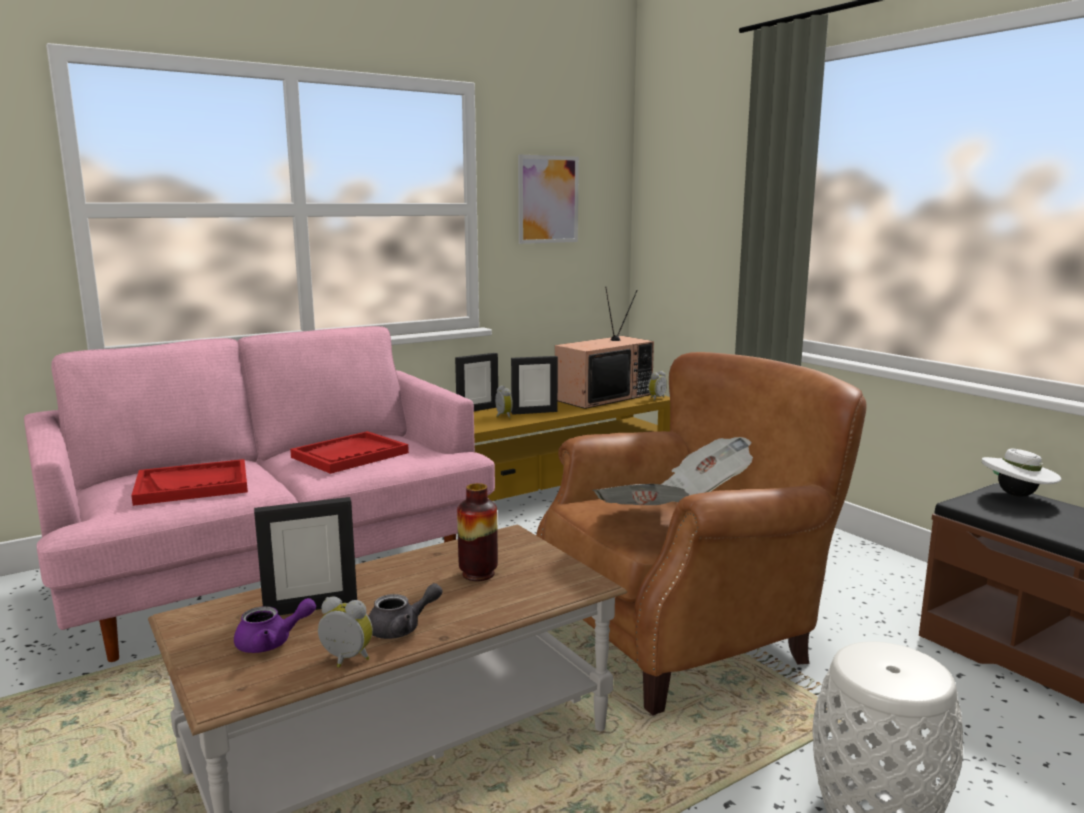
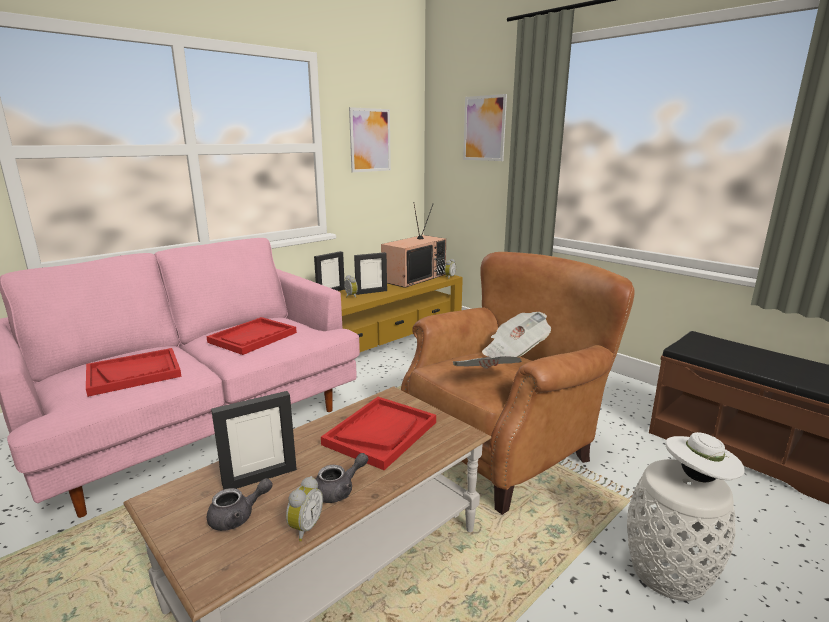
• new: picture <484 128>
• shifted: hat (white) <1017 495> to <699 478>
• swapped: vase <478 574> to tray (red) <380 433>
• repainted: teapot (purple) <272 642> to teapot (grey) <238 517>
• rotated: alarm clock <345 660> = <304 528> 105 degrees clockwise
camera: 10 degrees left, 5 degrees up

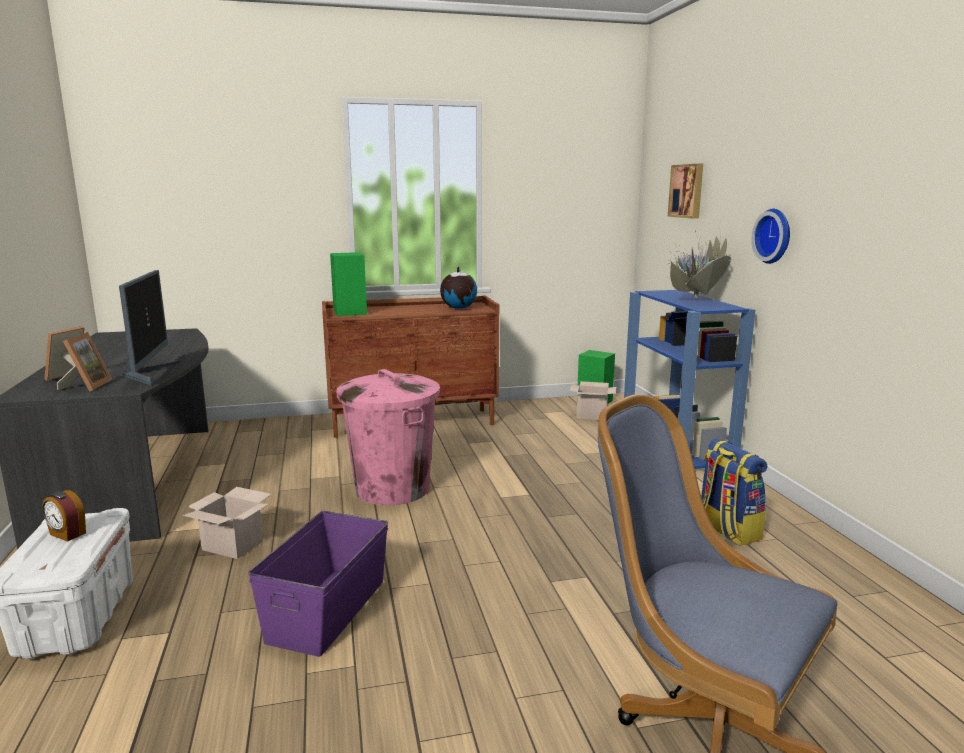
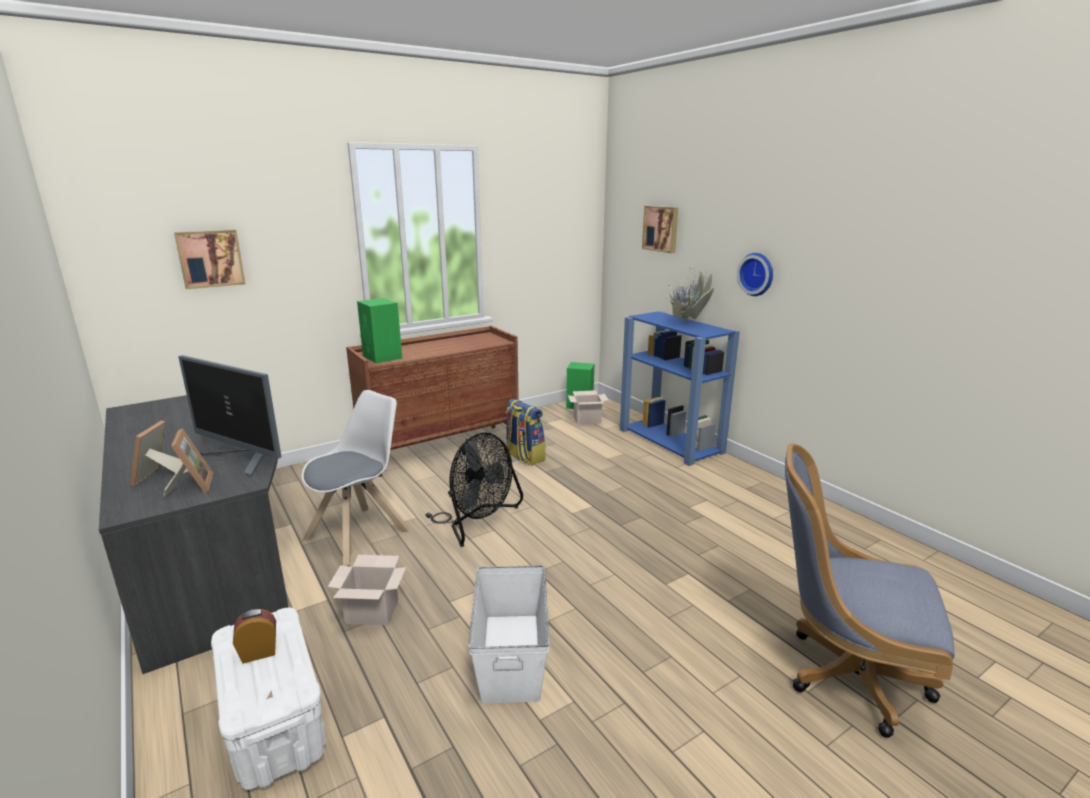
• gone: globe <458 308>
• new: picture <210 258>
• new: chair <360 533>
• shifted: backpack <726 530> to <523 457>
• swapped: trash can (pink) <392 488> to fan (black) <475 521>
• repainted: storage box (purple) <328 610> to storage box (white) <512 655>
• rotated: alarm clock <67 534> = <259 652> 150 degrees clockwise
• rotated: monitor <148 374> = <243 459> 150 degrees clockwise
camera: 20 degrees left, 5 degrees up

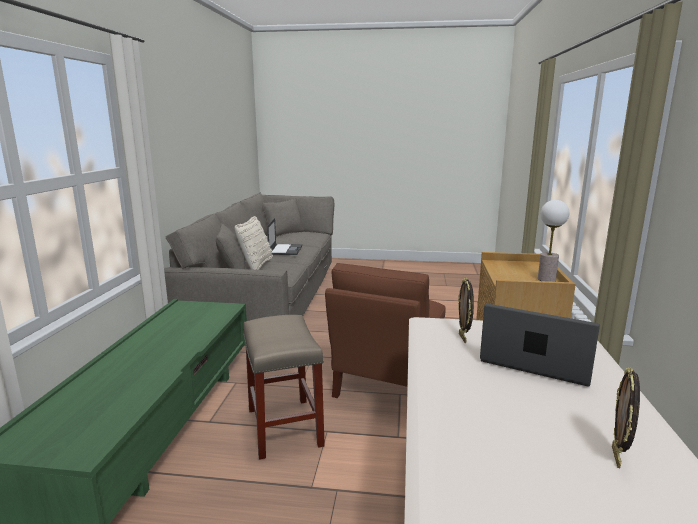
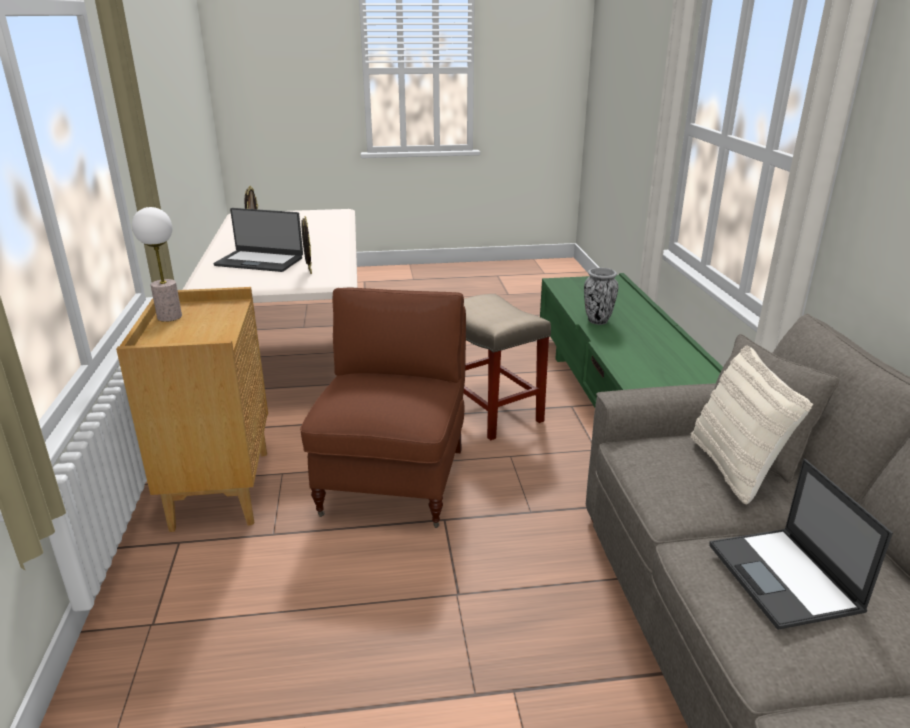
• new: vase <597 321>
camera: 165 degrees right, 10 degrees up

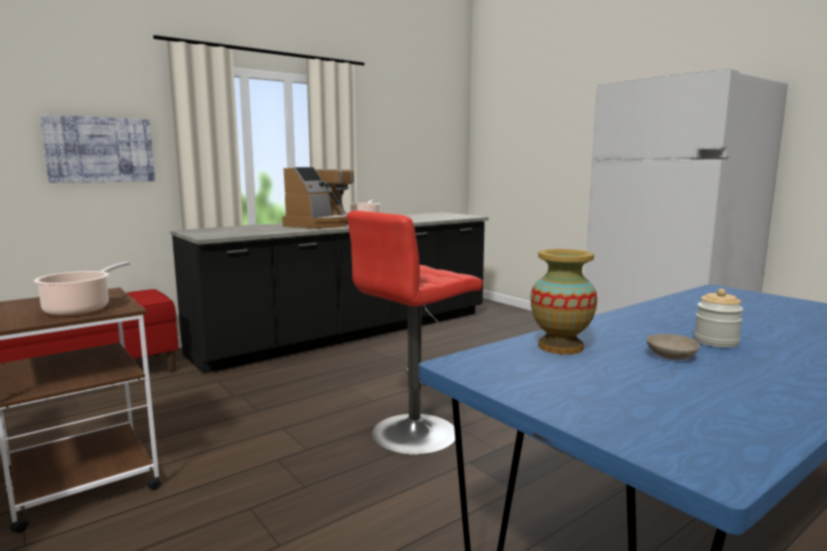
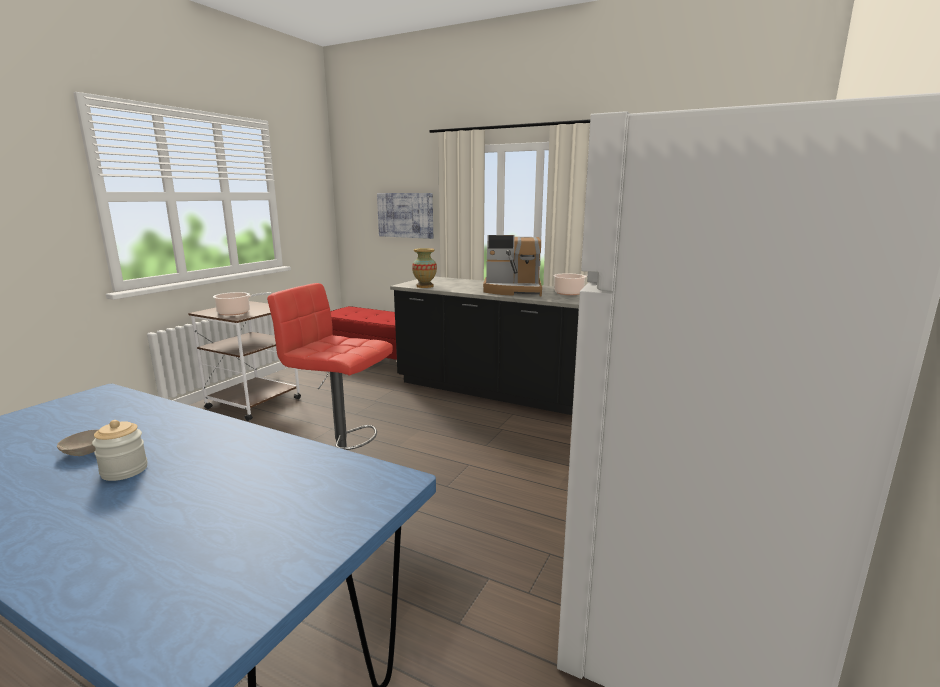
• shifted: vase <560 347> to <425 286>
camera: 65 degrees right, 5 degrees up

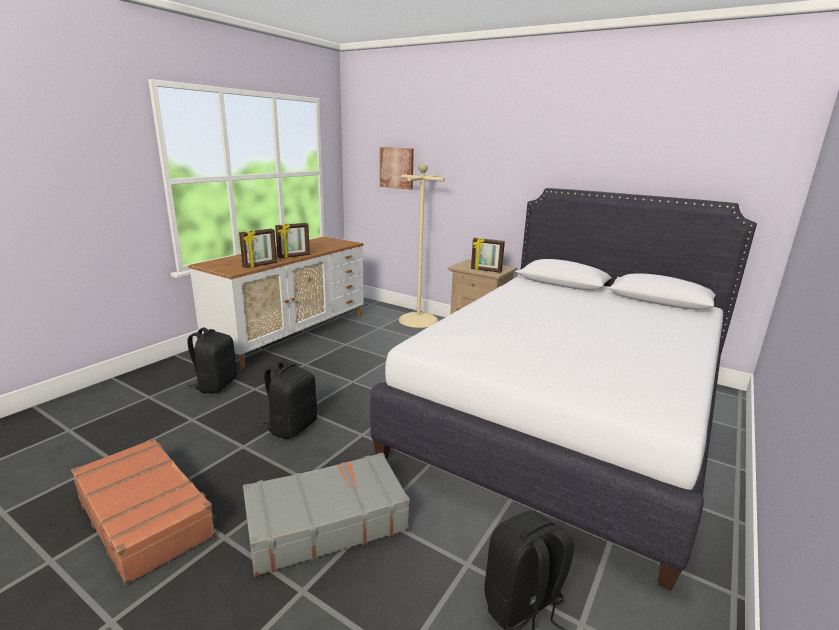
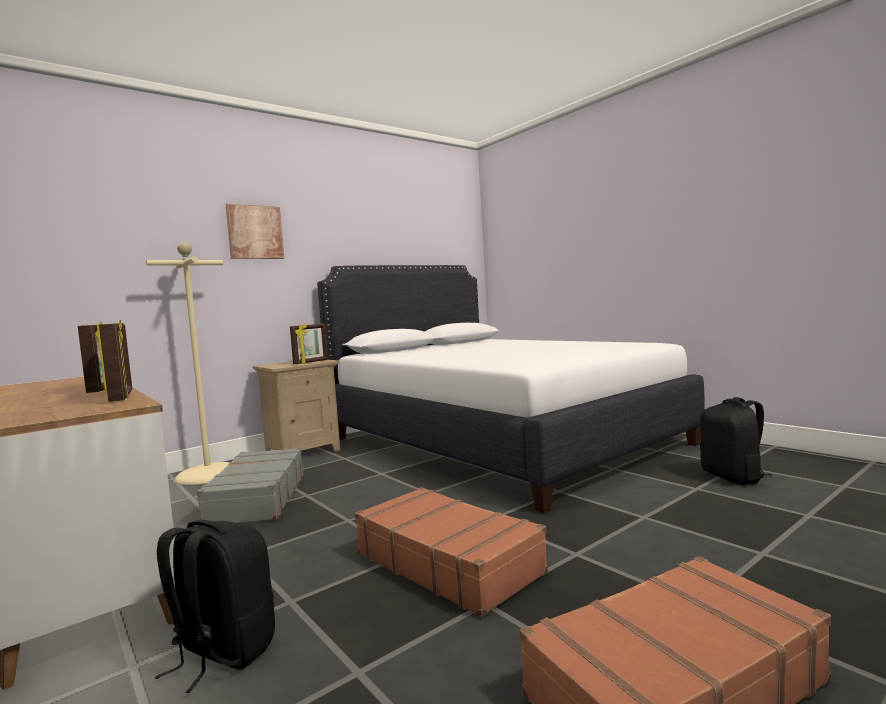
• shifted: suitcase (grey) <325 522> to <257 499>
• shifted: picture <397 168> to <255 232>
• swapped: backpack (black) <292 427> to suitcase (brown) <448 563>
camera: 70 degrees left, 15 degrees down

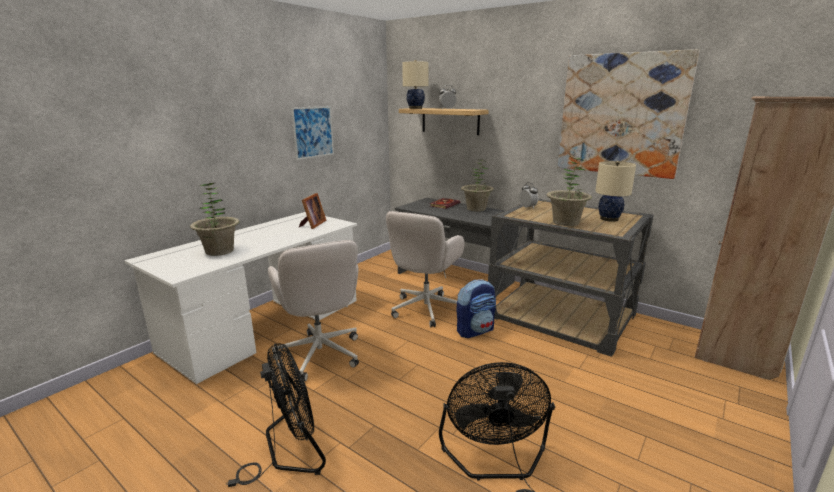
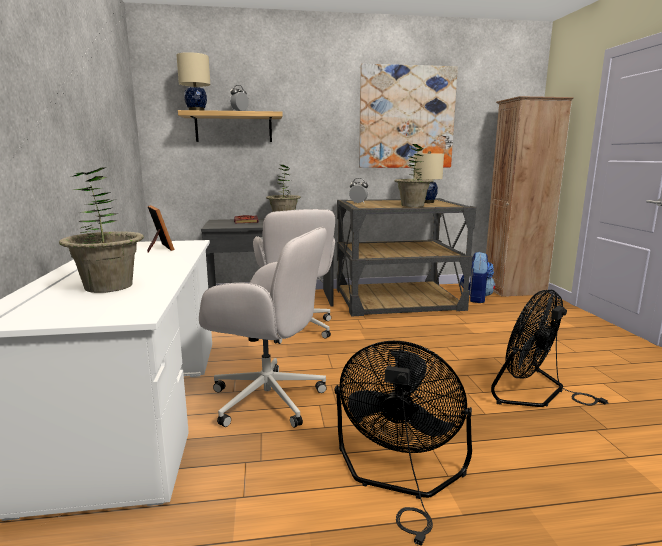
• gone: picture <313 132>
• shifted: backpack <475 330> to <476 298>
camera: 45 degrees left, 5 degrees down

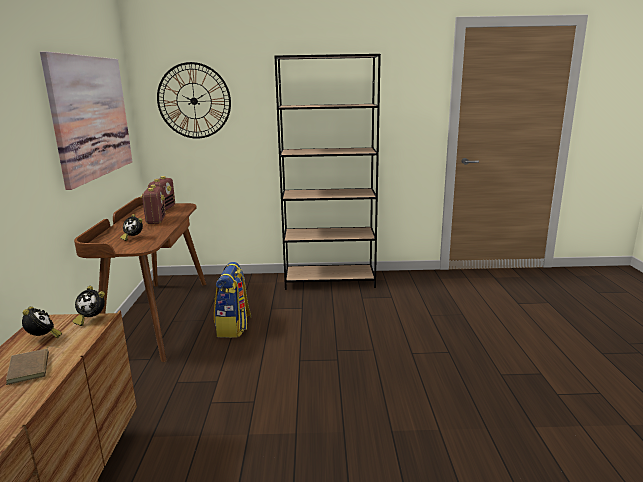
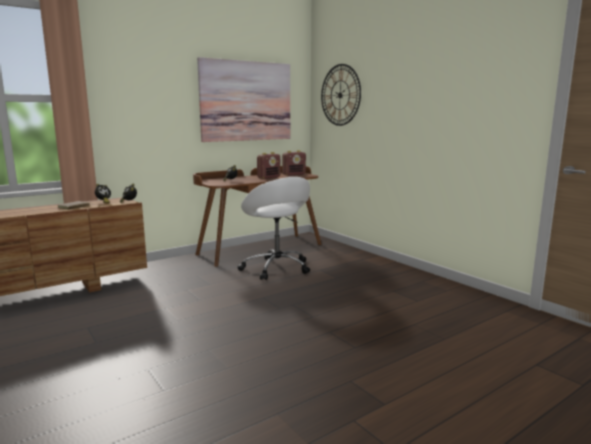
• gone: bookcase (beige) <330 280>
• swapped: backpack <234 327> to office chair (white) <277 268>
camera: 55 degrees right, 5 degrees down

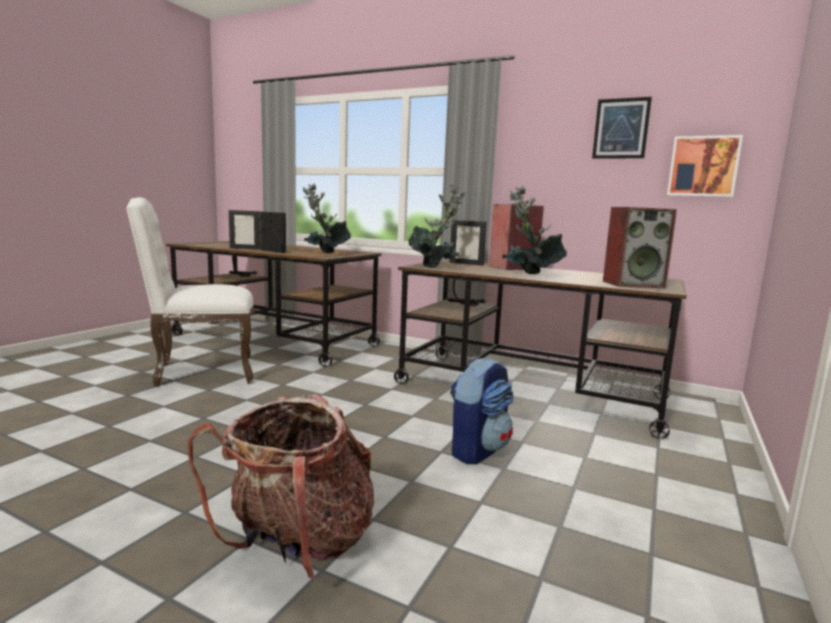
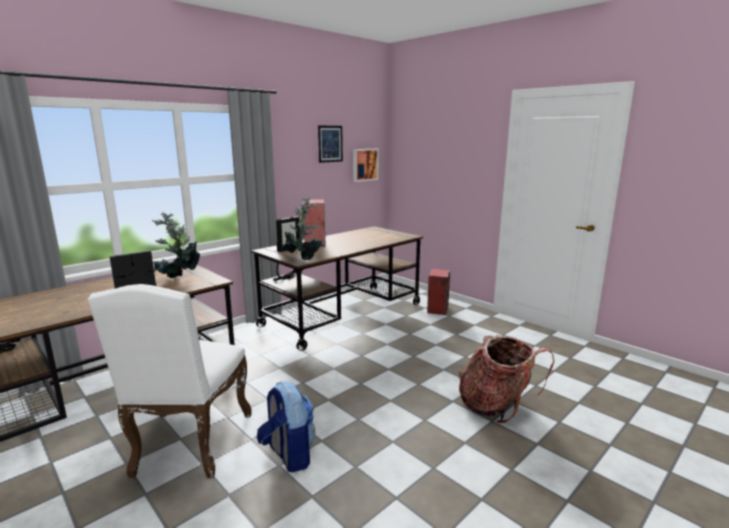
• gone: picture frame <245 248>
• gone: potted plant <529 275>
• shifted: backpack <478 450> to <288 455>
• shifted: speaker <633 284> to <437 309>
camera: 70 degrees left, 5 degrees up

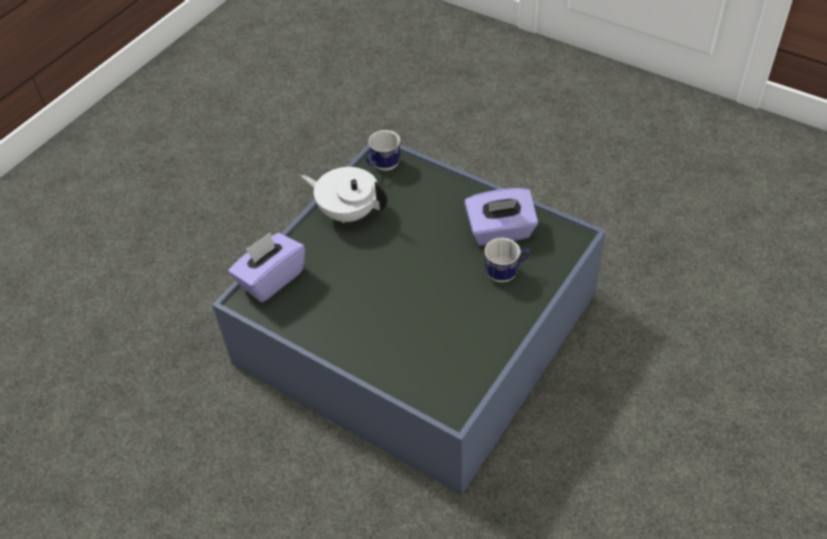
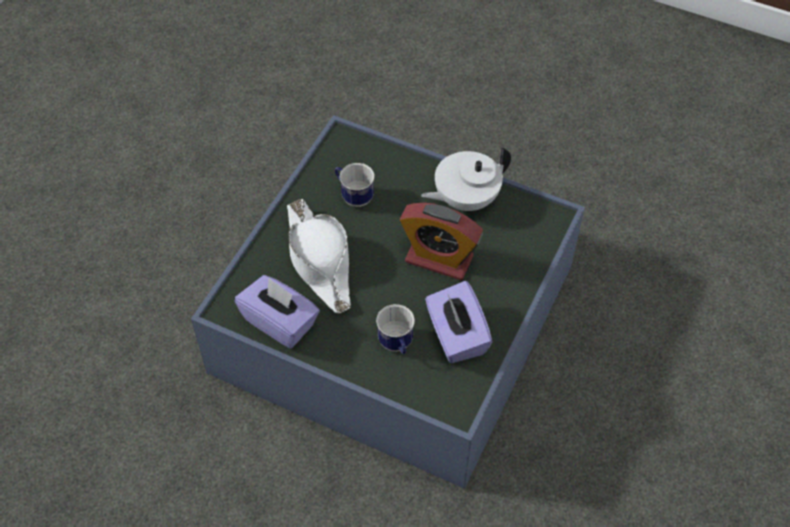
• new: hat (white) <319 261>
• new: alarm clock <439 259>
• shifted: tissue box (purple) <271 279> to <280 322>
• shifted: mug <383 167> to <353 196>
• rotated: teapot (white) <348 212> = <465 199> 135 degrees counterclockwise
camera: 80 degrees right, 5 degrees up

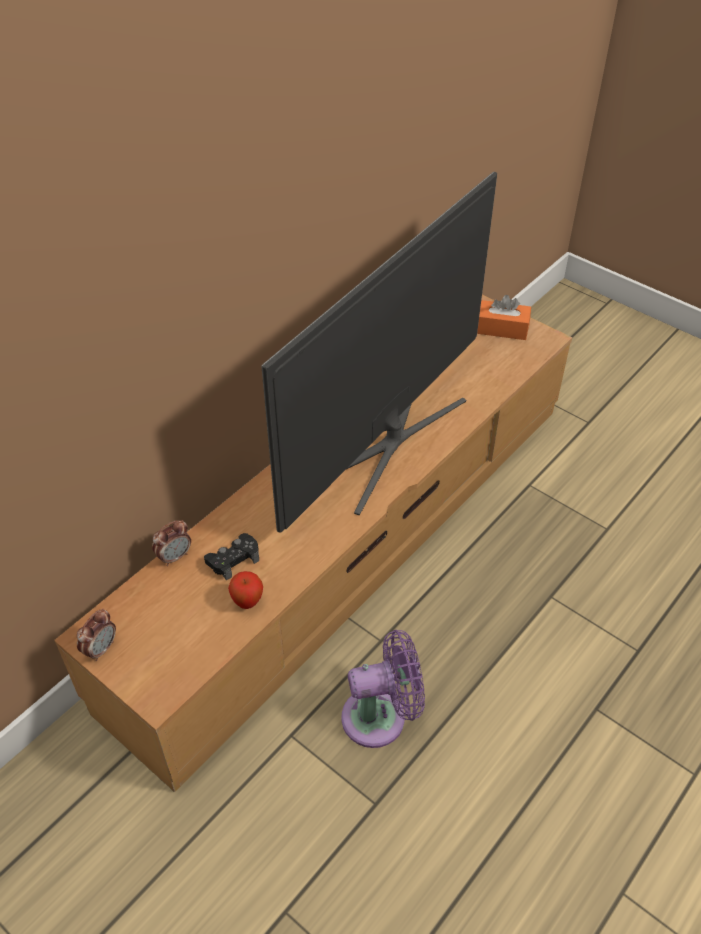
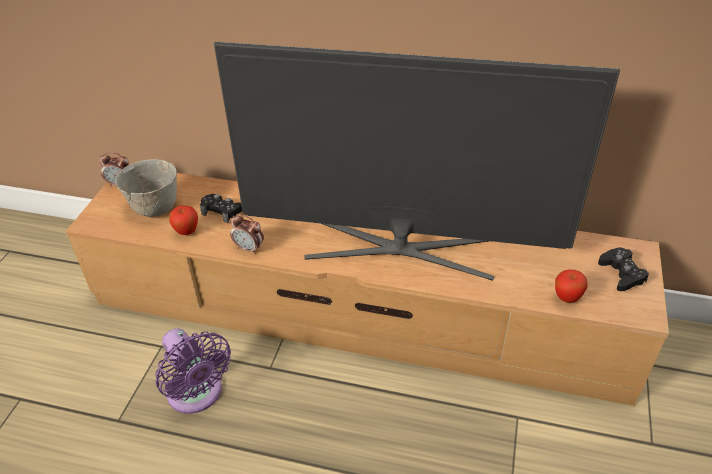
• new: bowl (grey) <154 209>
• new: apple <567 298>
• shifted: alarm clock <175 556> to <249 248>
• swapped: tissue box (orange) <501 328> to game controller (black) <621 273>
camera: 65 degrees right, 5 degrees down

